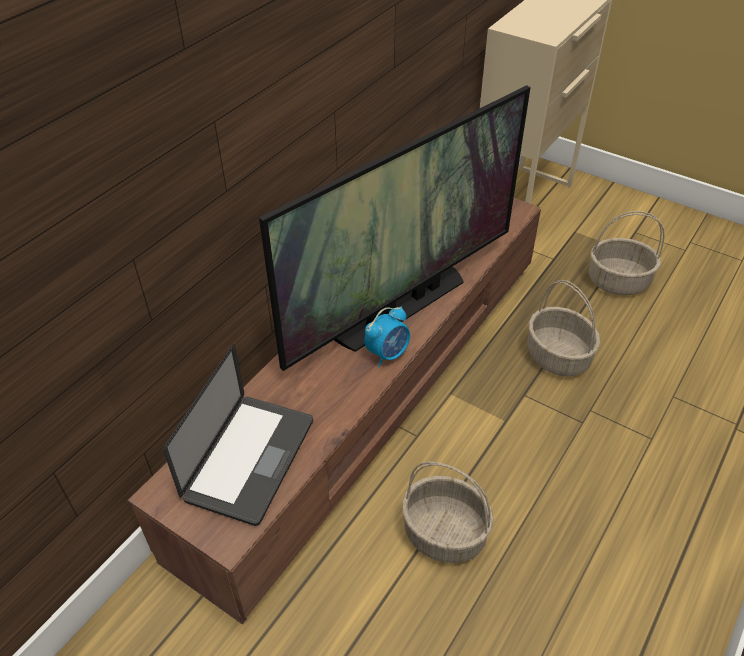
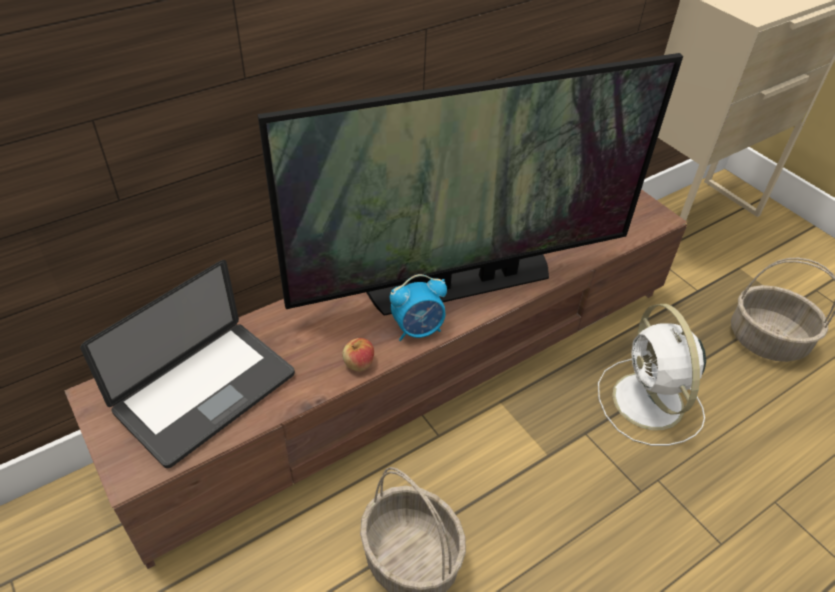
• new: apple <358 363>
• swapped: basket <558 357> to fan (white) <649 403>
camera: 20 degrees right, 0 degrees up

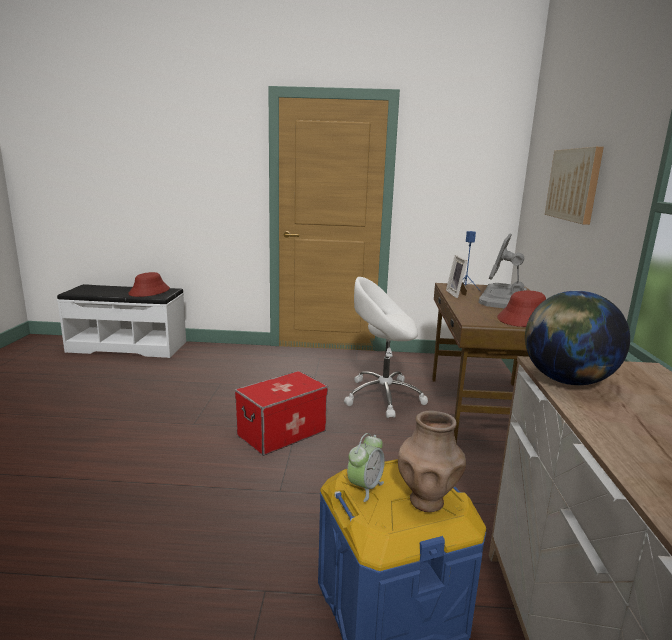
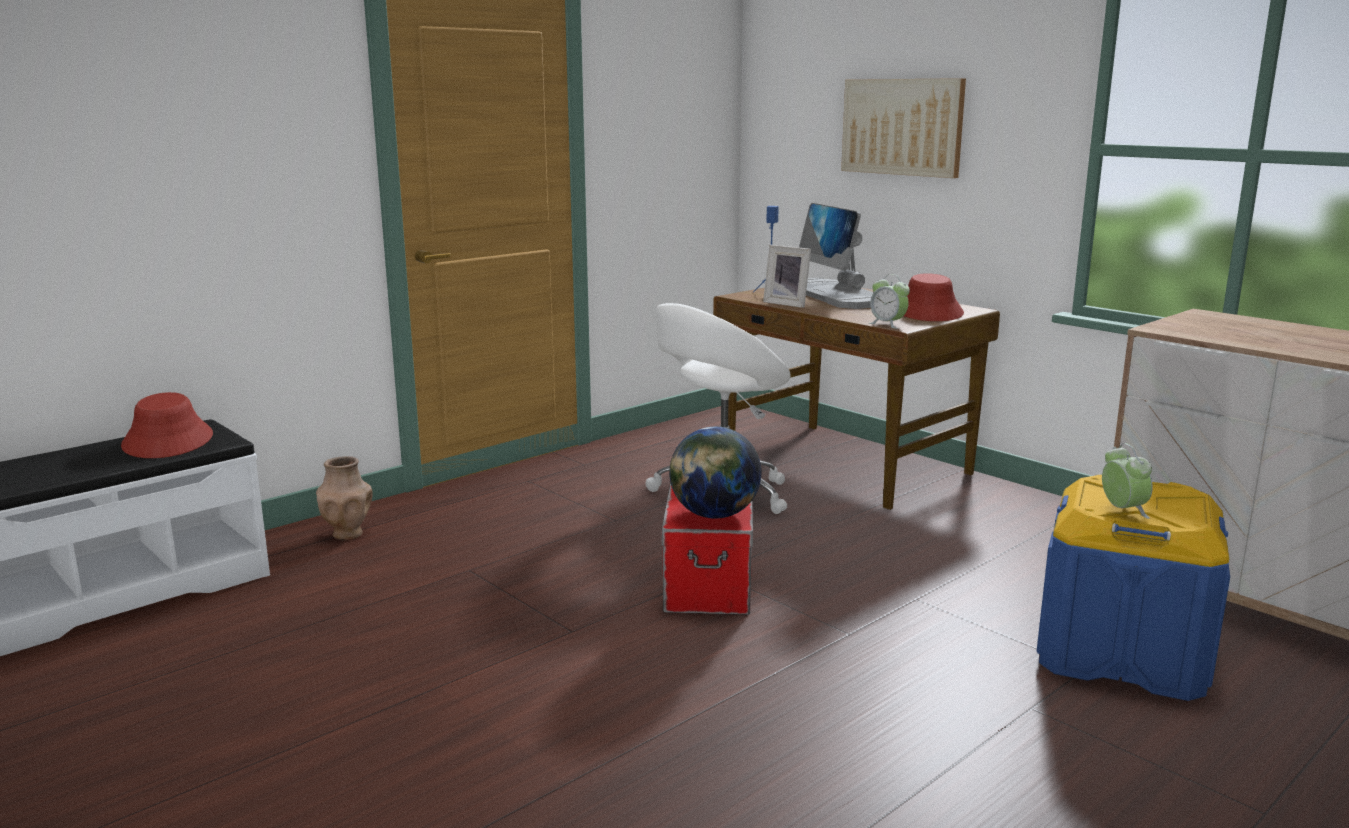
• new: alarm clock <888 324>
• shifted: vase (brown) <427 500> to <348 534>
• shifted: globe <566 381> to <714 515>
camera: 45 degrees left, 0 degrees up

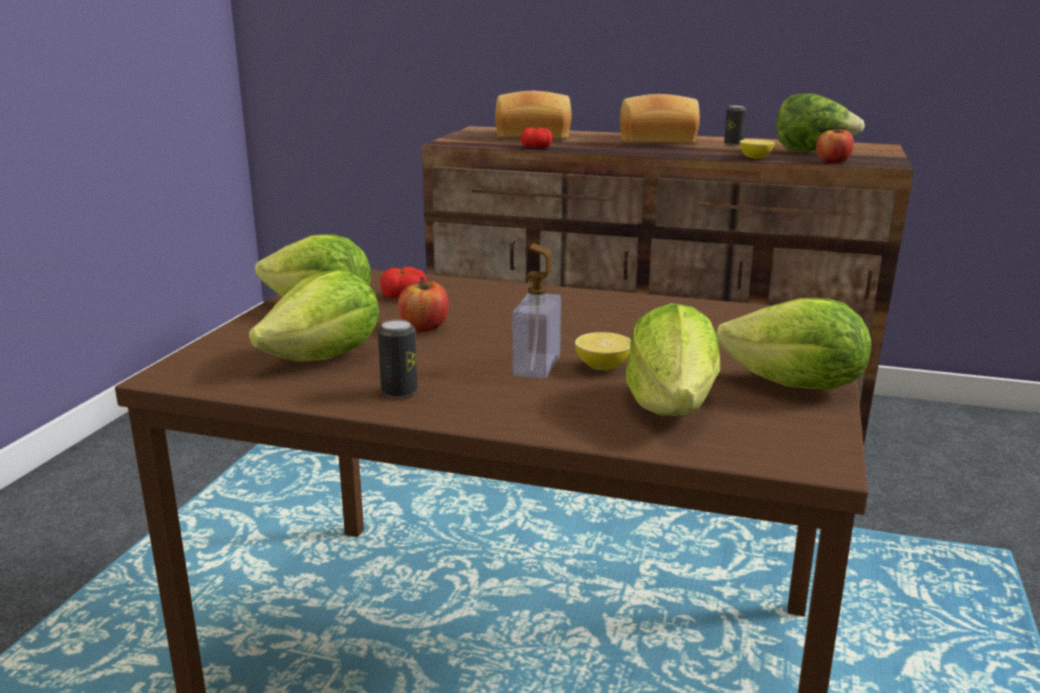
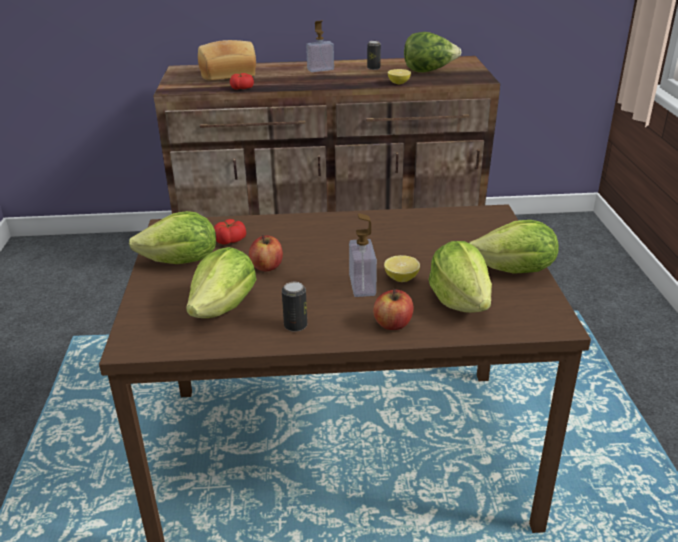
• shifted: apple <833 161> to <393 324>
• swapped: bread <658 140> to soap dispenser <320 69>
camera: 20 degrees left, 10 degrees up

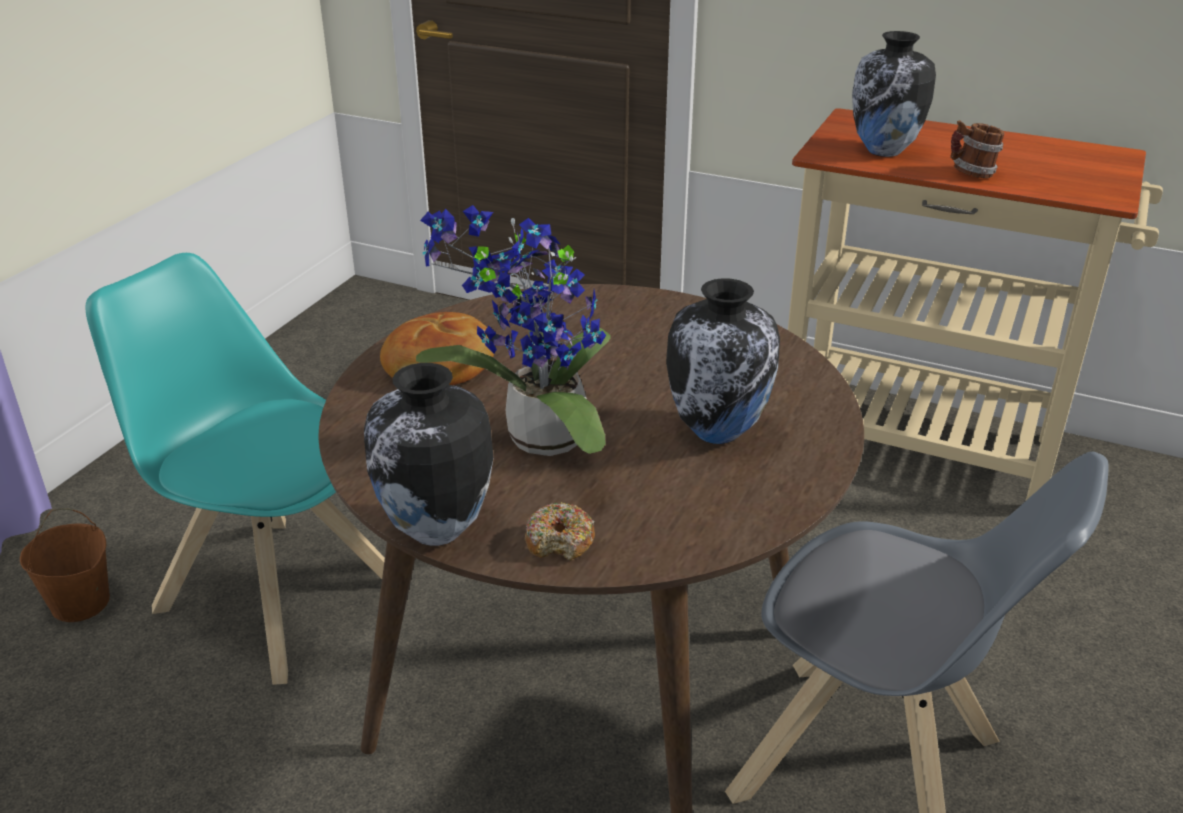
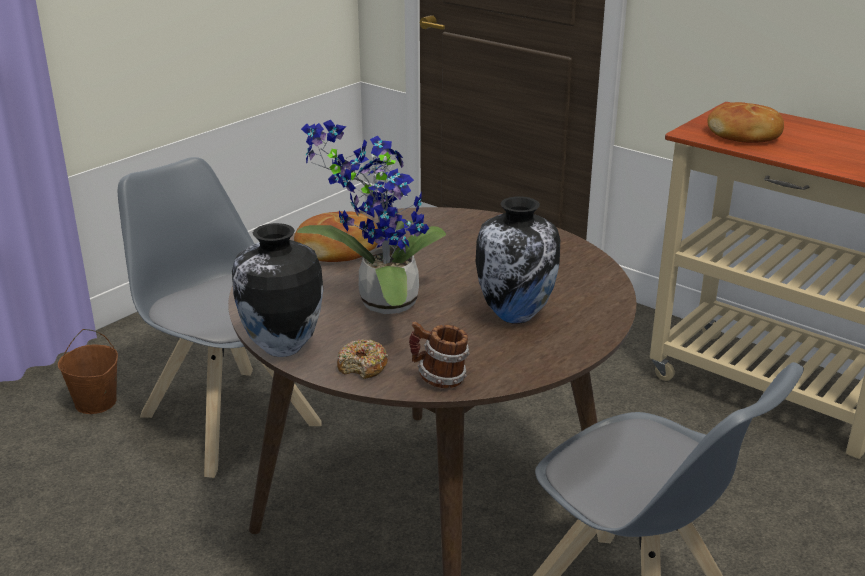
• shifted: mug <971 174> to <439 378>
• swapped: vase <884 151> to bread <744 135>
• repainted: chair (turquoise) <274 592> to chair (grey) <227 417>
camera: 15 degrees right, 5 degrees down

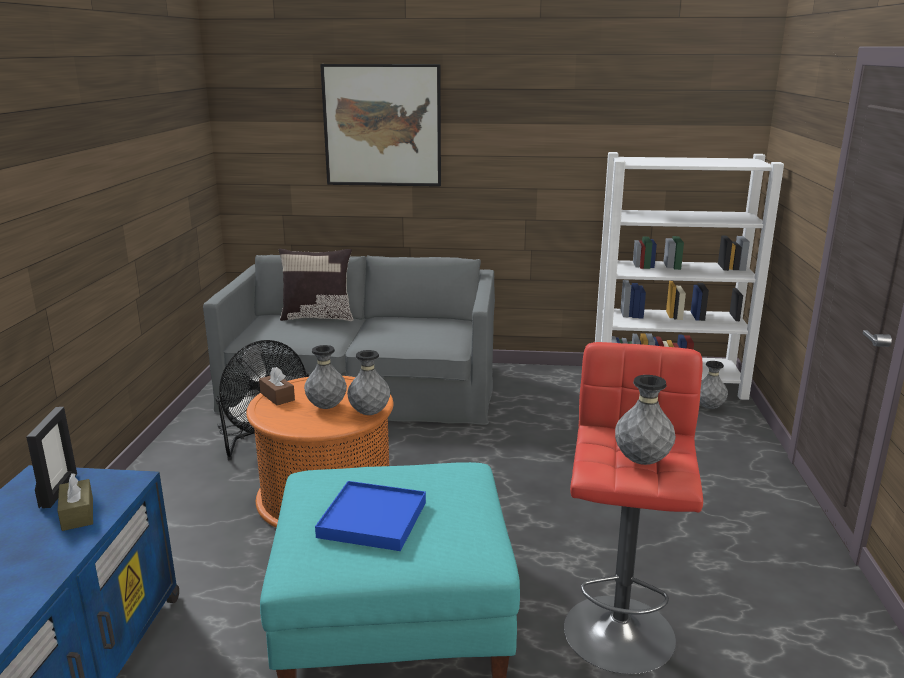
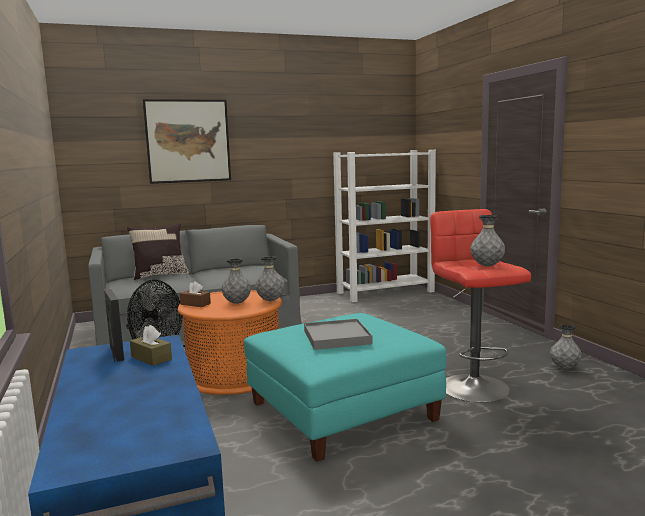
• shifted: vase (grey) <709 407> to <564 368>
• repainted: tray (blue) <372 519> to tray (grey) <336 337>
camera: 25 degrees left, 10 degrees down

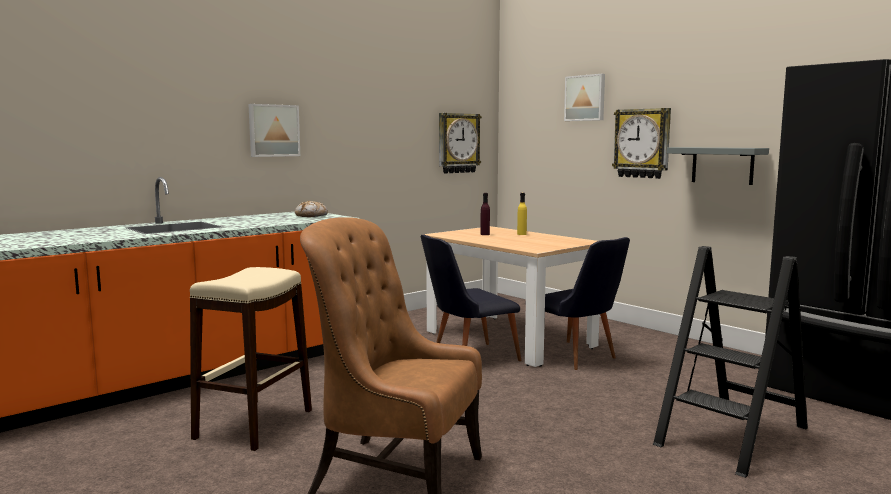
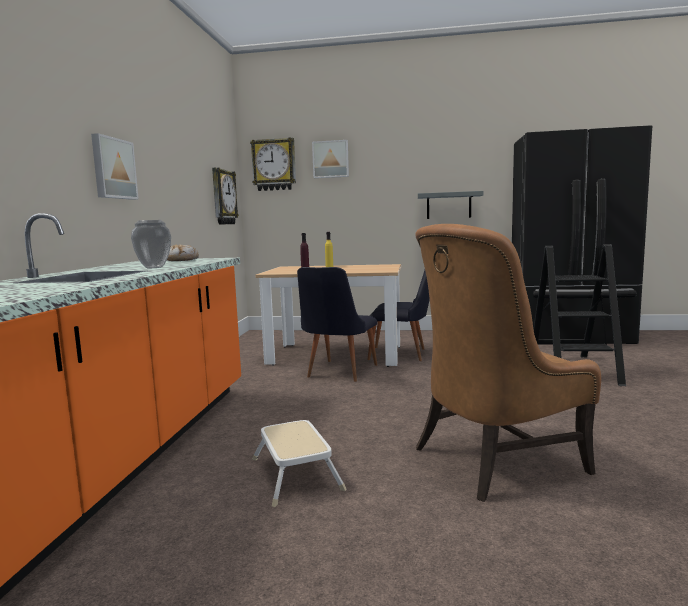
• new: vase <153 267>
• shifted: wall clock <642 143> to <274 165>
• swapped: stool (beige) <254 424> to step ladder (beige) <296 473>
camera: 40 degrees left, 0 degrees up

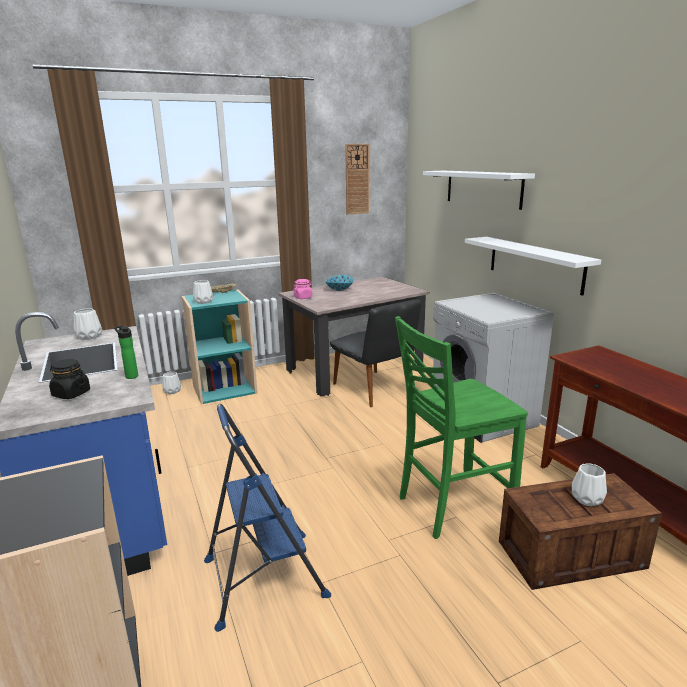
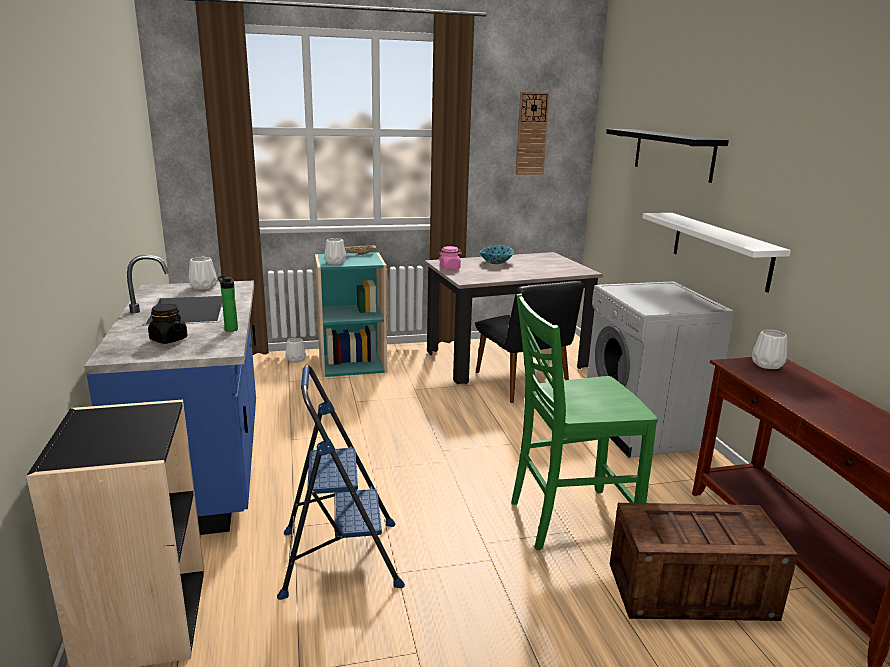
• shifted: vase (white) <587 499> to <767 365>
• repainted: shelf (white) <482 188> to shelf (black) <672 154>
camera: 10 degrees right, 0 degrees up

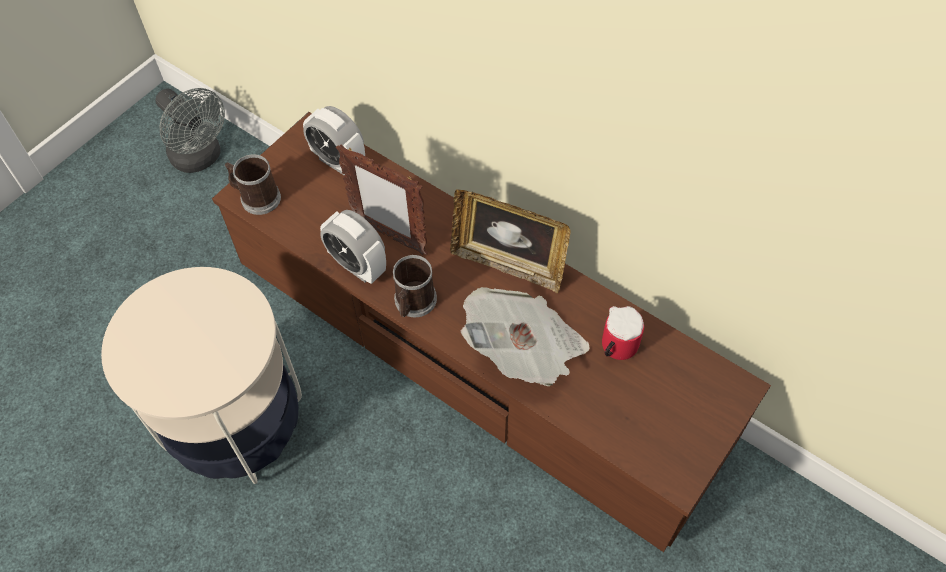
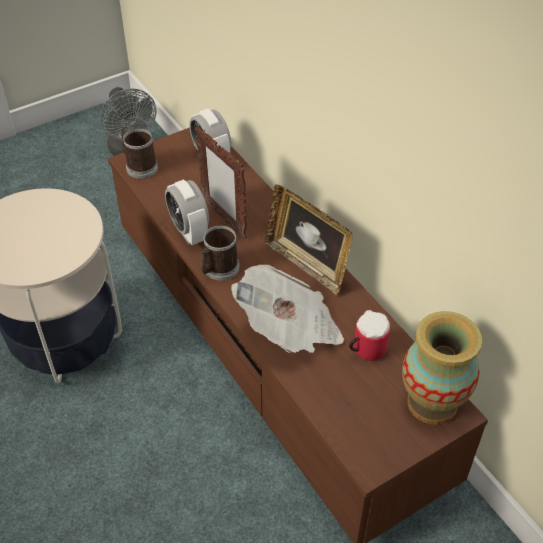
• new: vase <432 403>
camera: 20 degrees right, 10 degrees down

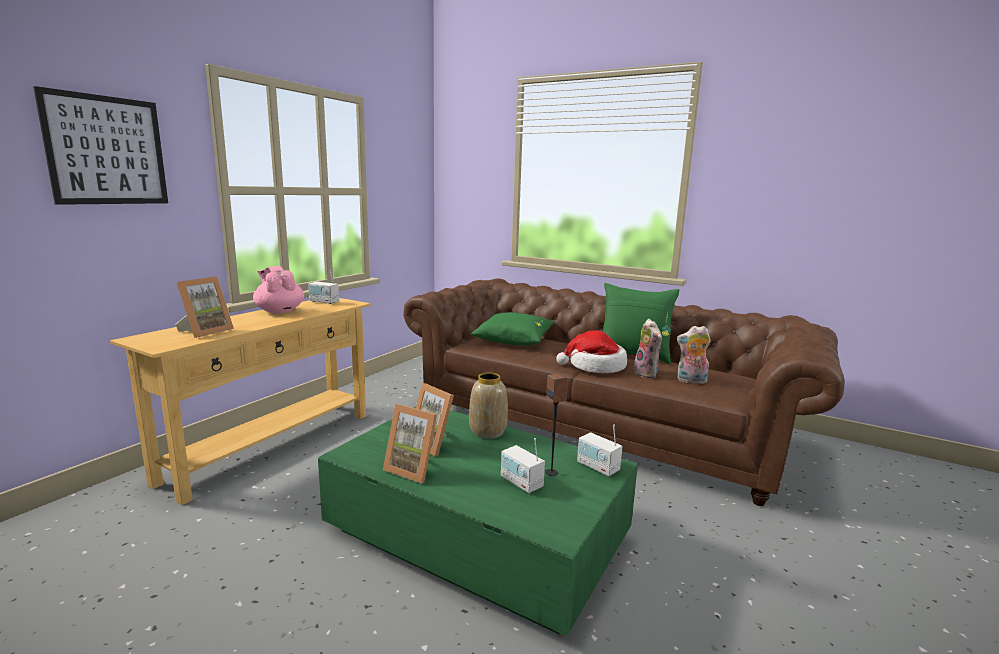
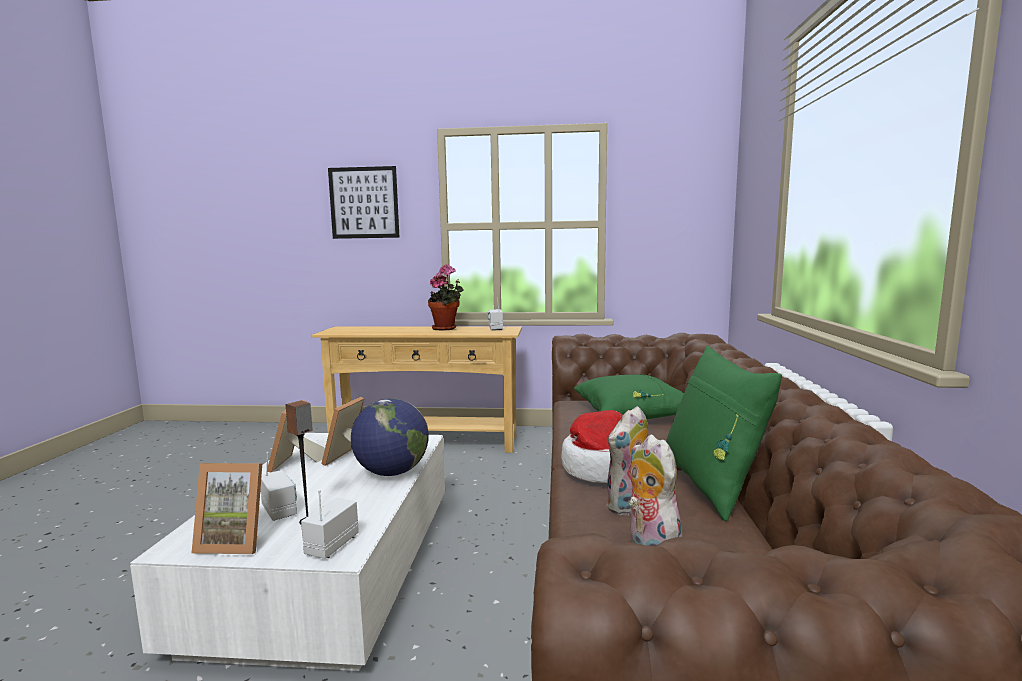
• shifted: picture frame <205 331> to <236 541>
• swapped: teapot (pink) <279 311> to potted plant <446 328>
• swapped: vase <487 432> to globe <392 472>
• repainted: coffee table (green) <478 535> to coffee table (white) <331 567>
• rotated: radio <521 483> = <279 510> 120 degrees clockwise
camera: 65 degrees right, 5 degrees down

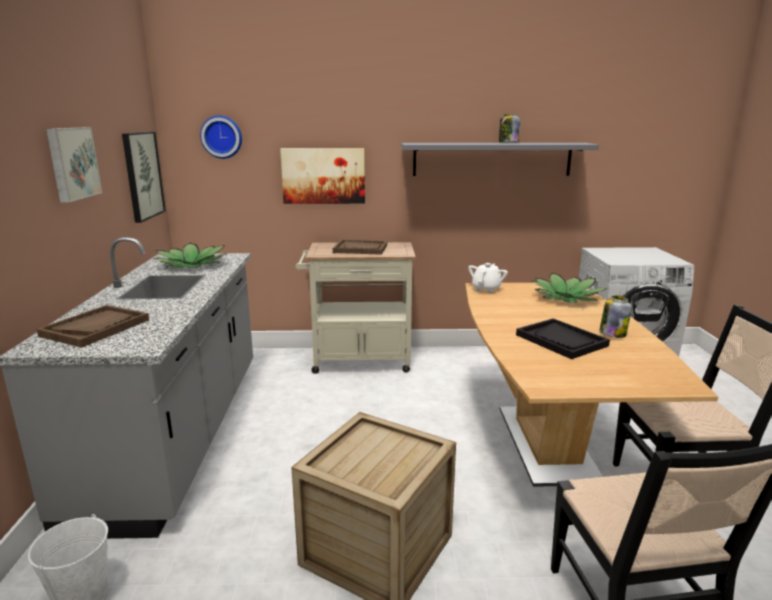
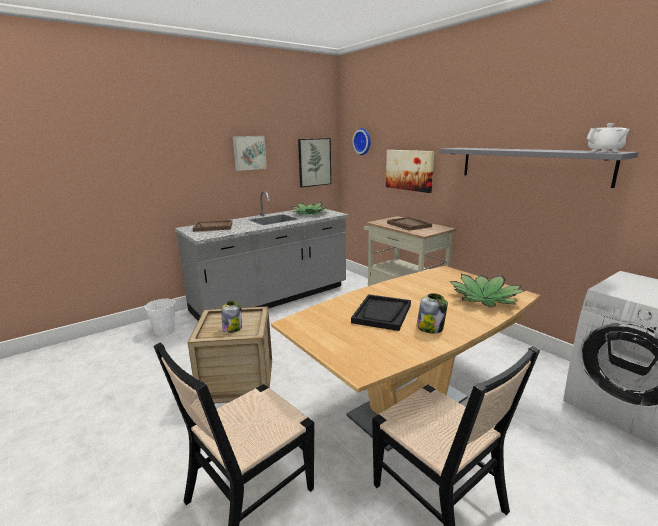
• shifted: teapot (white) <486 289> to <605 151>
• shifted: jar <508 143> to <232 328>
camera: 55 degrees right, 0 degrees up

